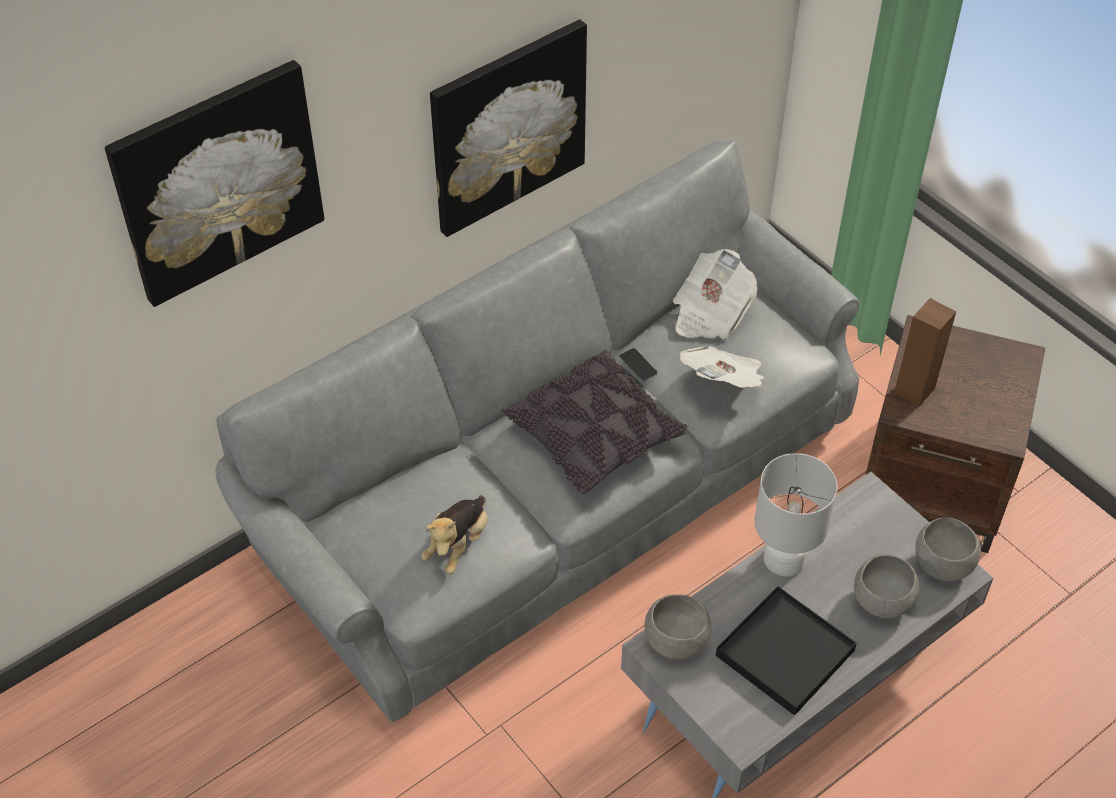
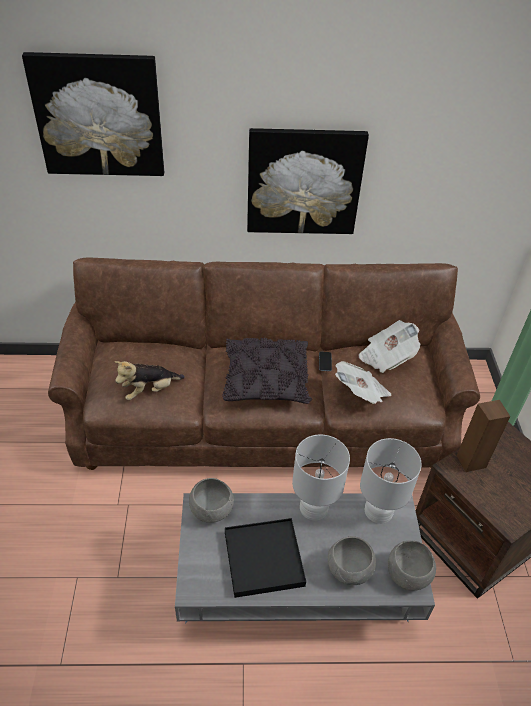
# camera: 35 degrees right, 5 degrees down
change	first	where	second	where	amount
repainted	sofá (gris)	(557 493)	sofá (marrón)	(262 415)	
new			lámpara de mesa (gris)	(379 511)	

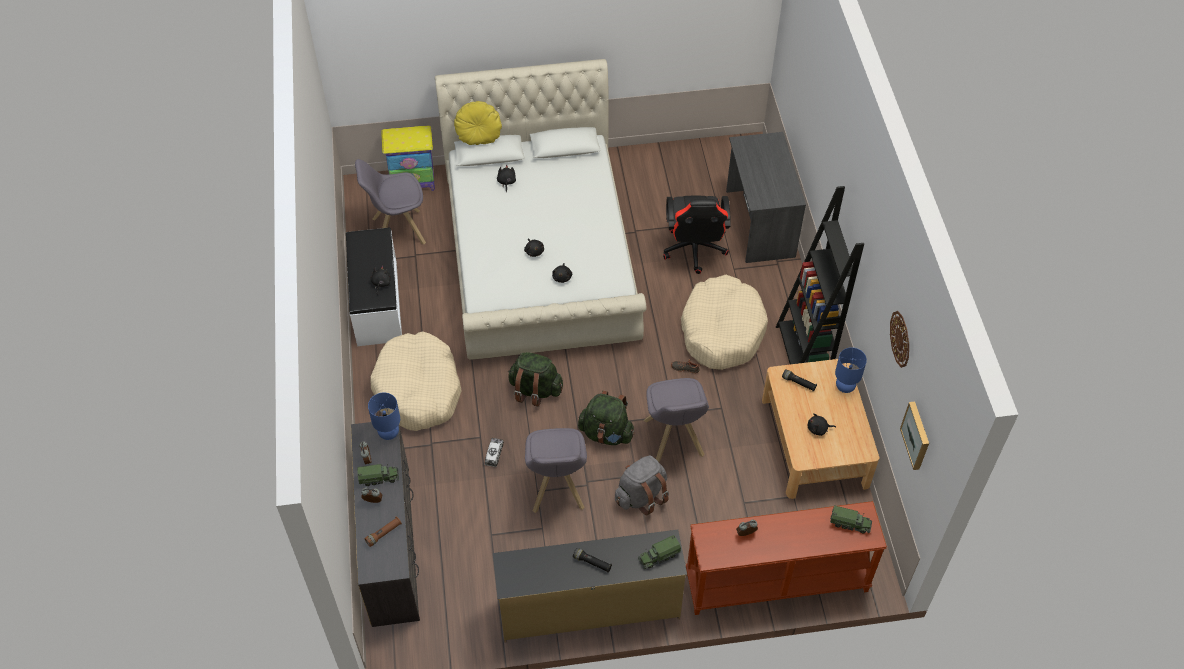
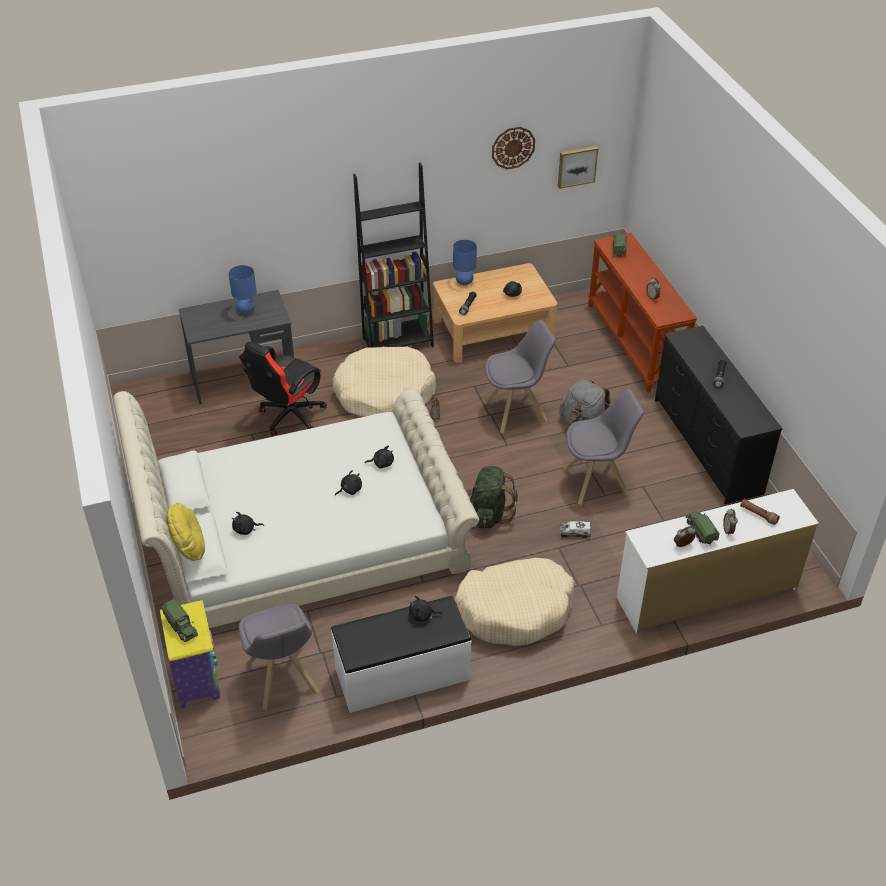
# camera: 100 degrees left, 10 degrees down
change	first	where	second	where	amount
shifted	camión de juguete	(659 556)		(181 626)	
shifted	lámpara de mesa (azul)	(389 433)		(246 310)	
rotated	silla de oficina (negro)	(693 253)		(288 419)	135 degrees clockwise
repainted	cómoda (negro)	(392 545)	cómoda (blanco)	(706 593)	
gone	mochila (verde)	(606 433)			

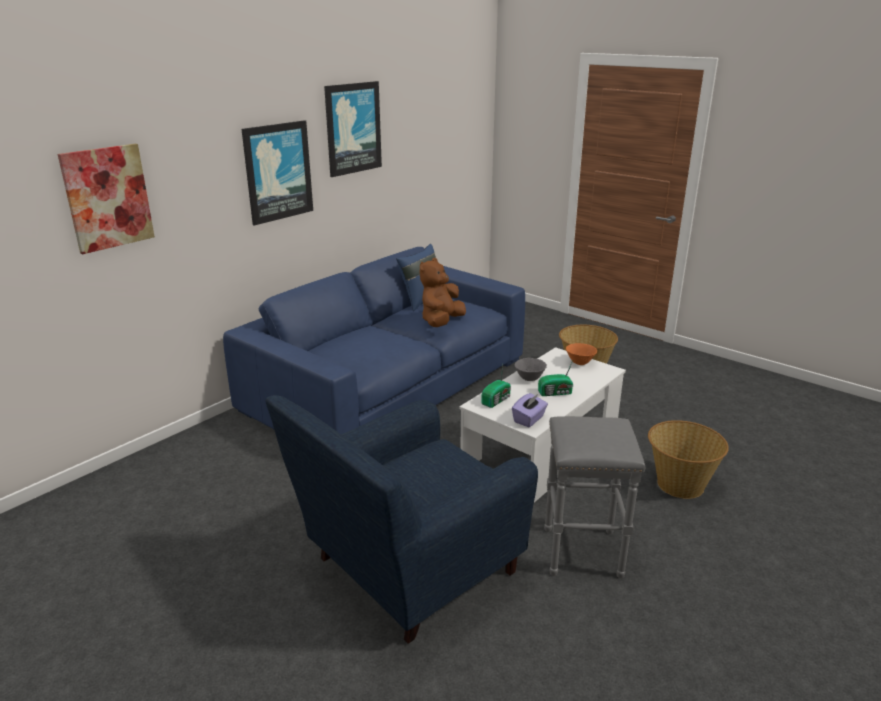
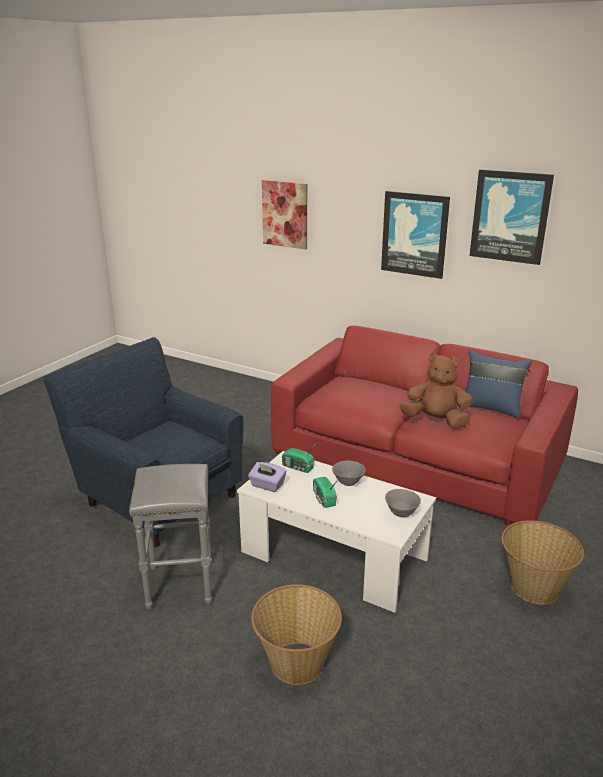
# camera: 80 degrees right, 0 degrees up
change	first	where	second	where	amount
repainted	sofá (azul)	(387 384)	sofá (rojo)	(417 455)	
repainted	cuenco (naranja)	(580 363)	cuenco (gris)	(401 513)	

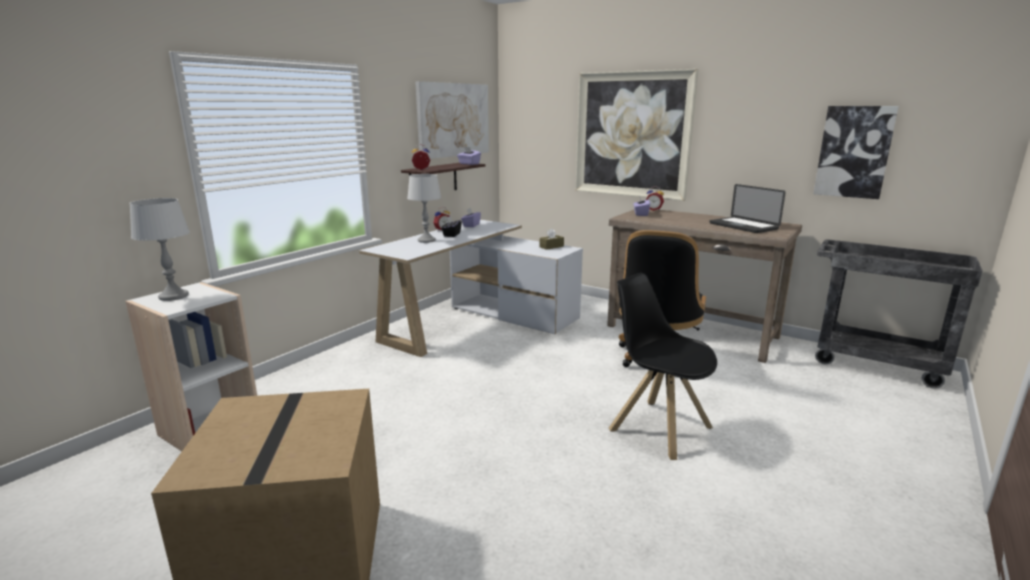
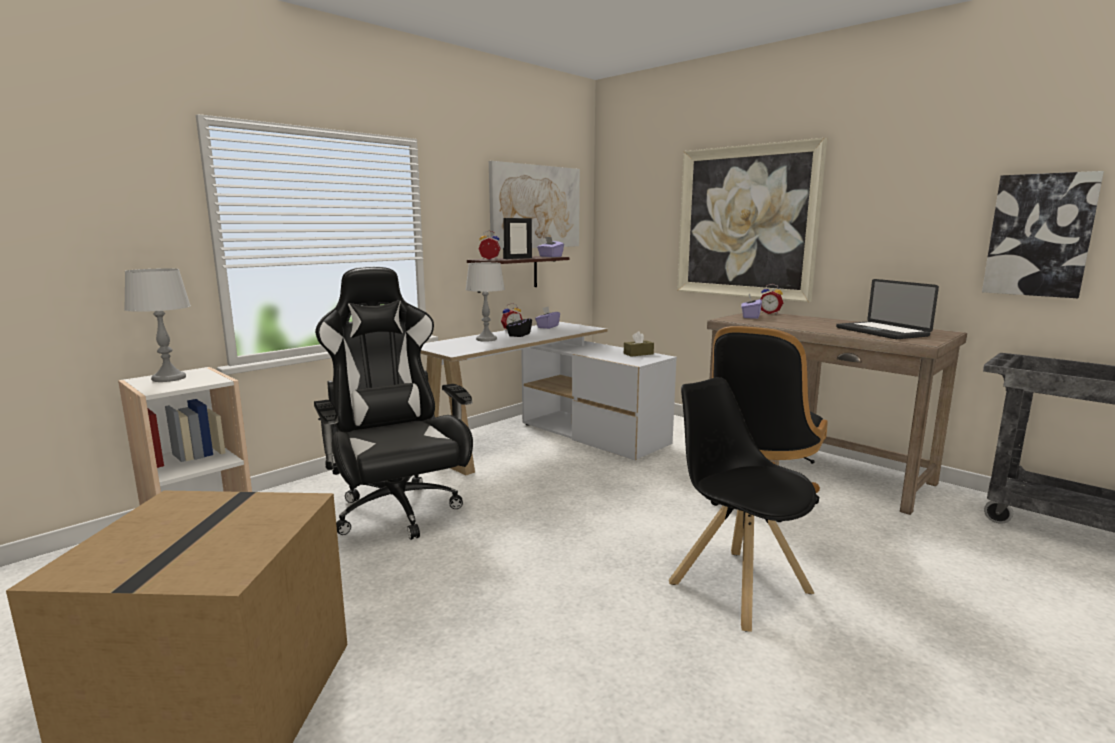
# camera: 10 degrees right, 5 degrees down
change	first	where	second	where	amount
new			silla de oficina (negro)	(400 515)	
new			portarretratos	(517 258)	

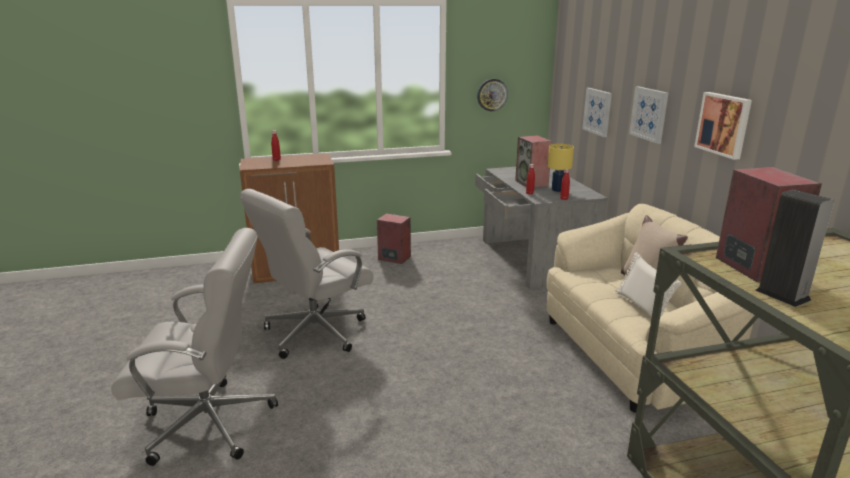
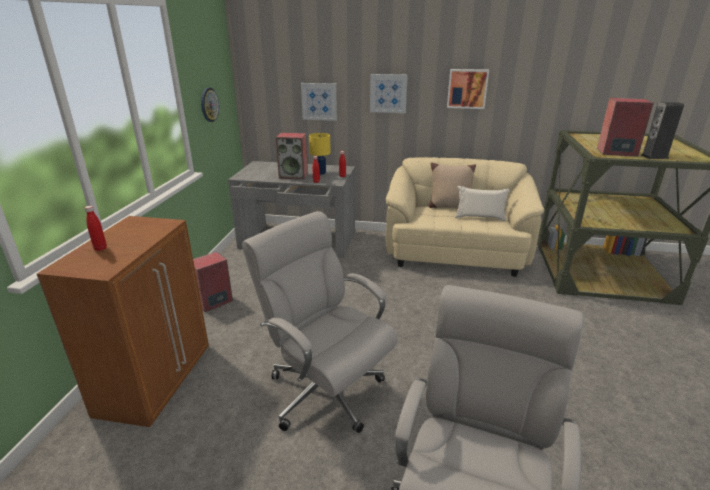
# camera: 65 degrees left, 5 degrees up
change	first	where	second	where	amount
rotated	silla de oficina (gris)	(316 332)		(326 392)	150 degrees clockwise

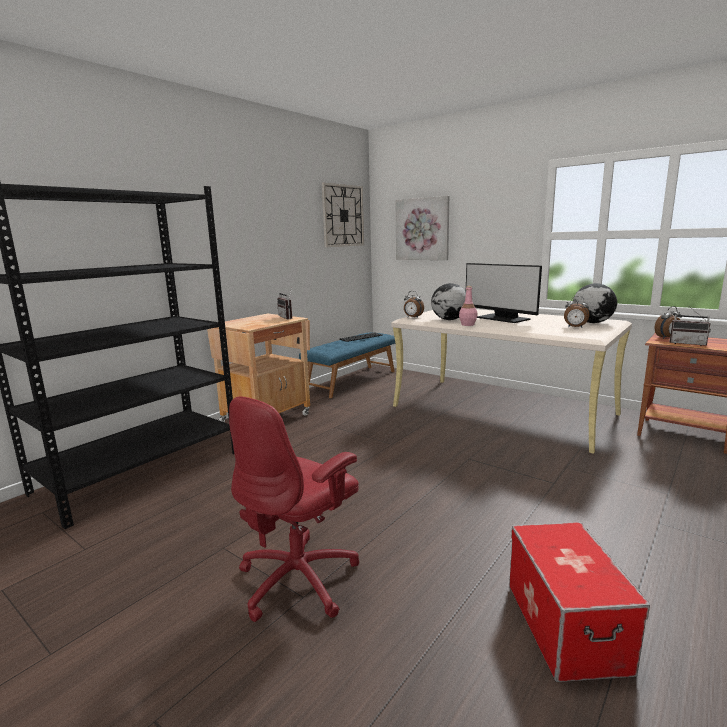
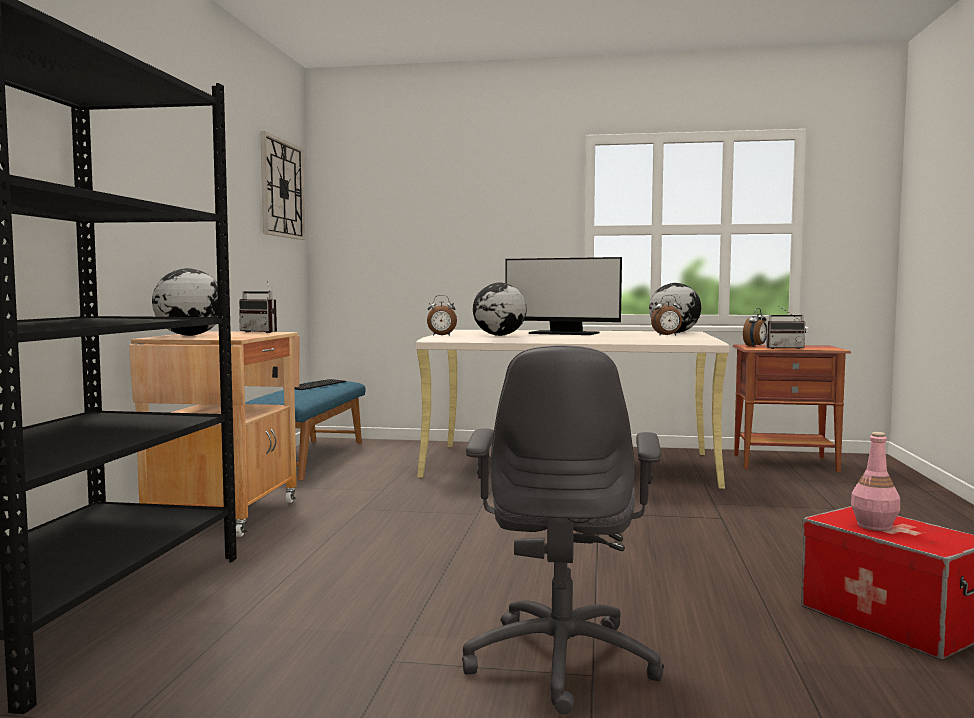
# camera: 30 degrees left, 10 degrees down
change	first	where	second	where	amount
new			globo terráqueo	(189 335)	
repainted	silla de oficina (rojo)	(300 579)	silla de oficina (gris)	(562 660)	
shifted	botella (rosa)	(467 324)		(873 526)	
gone	cuadro	(422 229)			

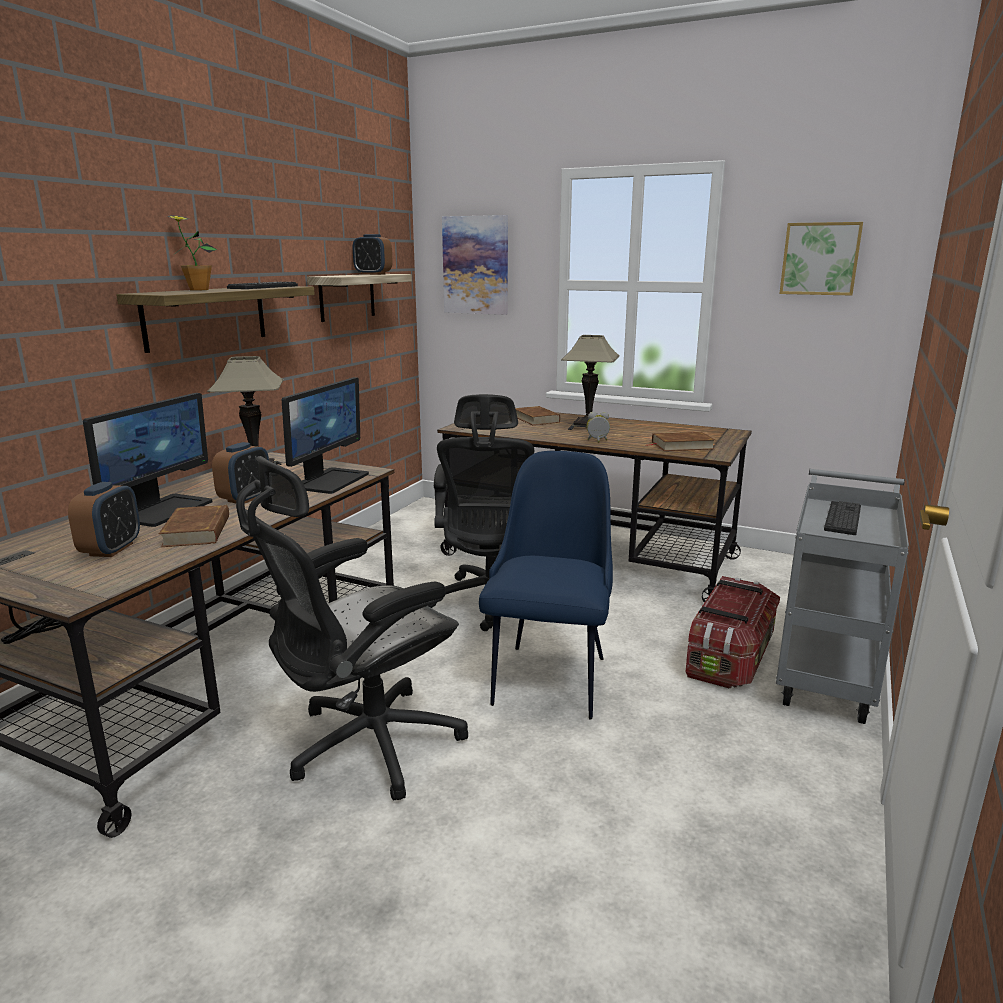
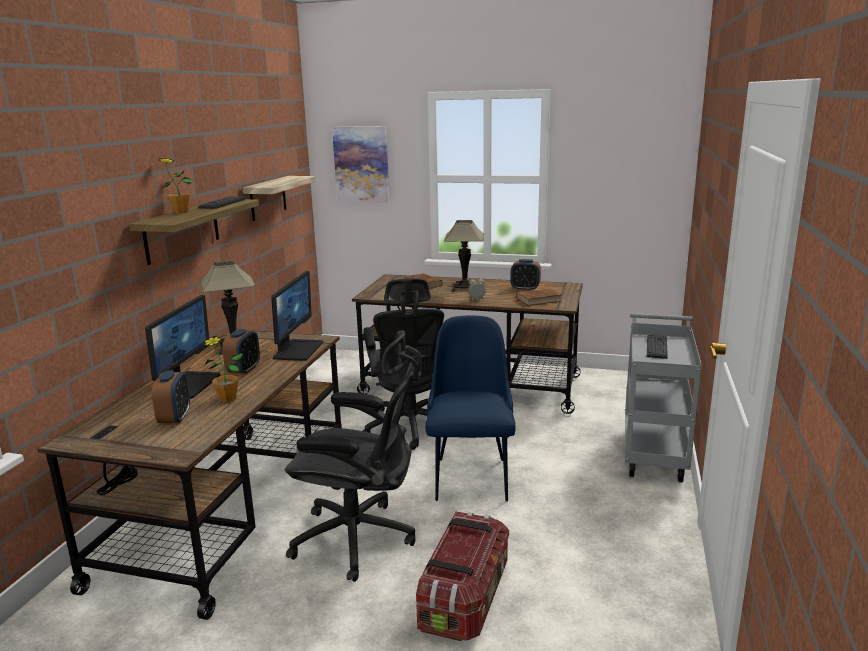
# camera: 10 degrees left, 0 degrees up
change	first	where	second	where	amount
swapped	libro (marrón)	(197 531)	planta en maceta	(228 399)	
rotated	silla de oficina	(366 747)		(359 539)	120 degrees counterclockwise
shifted	caja de almacenaje	(730 657)		(465 597)	
shifted	despertador	(373 274)		(525 289)	
gone	cuadro	(820 259)			

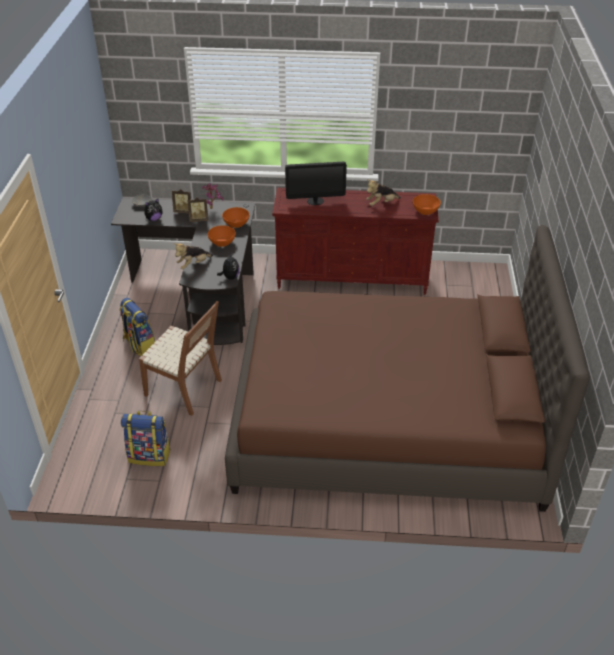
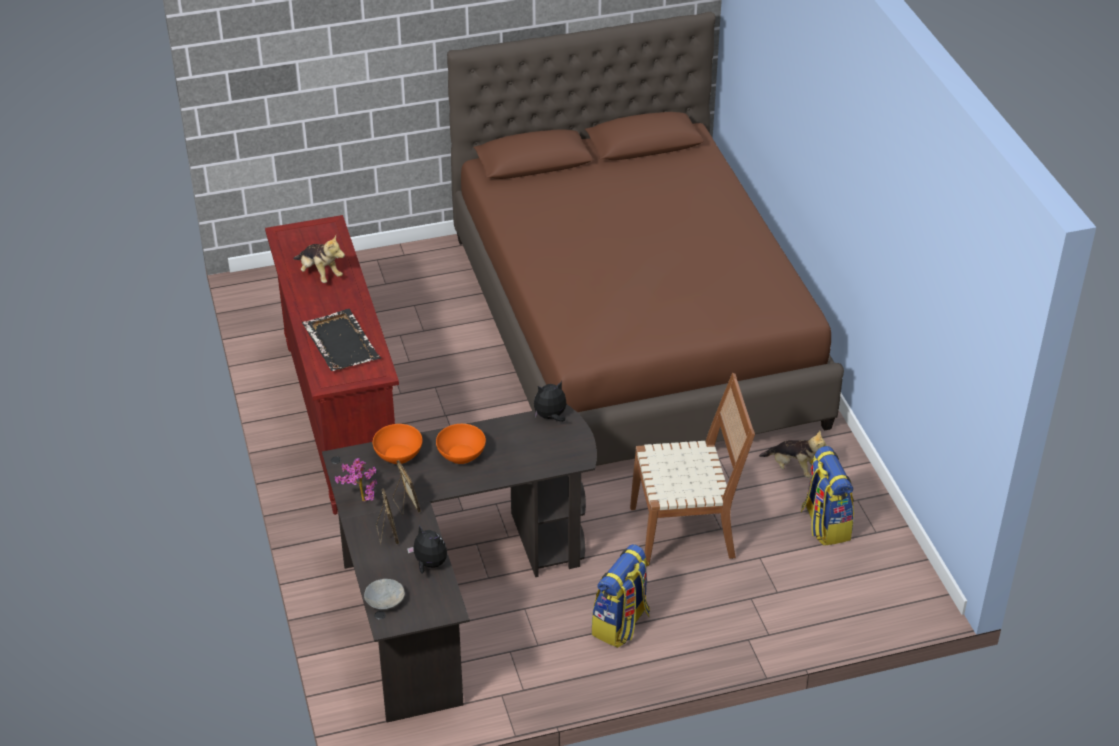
# camera: 110 degrees left, 0 degrees up
change	first	where	second	where	amount
swapped	monitor	(315 201)	bandeja (negro)	(341 342)	
rotated	silla	(186 390)		(687 532)	75 degrees clockwise
shifted	peluche	(193 264)		(793 468)	
gone	cuenco (naranja)	(425 210)			

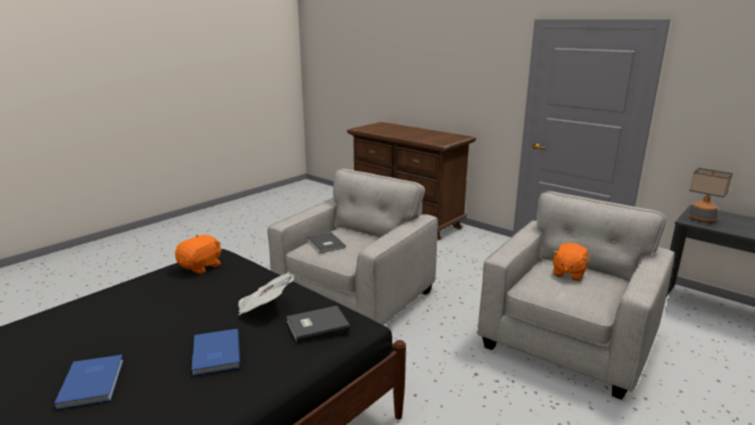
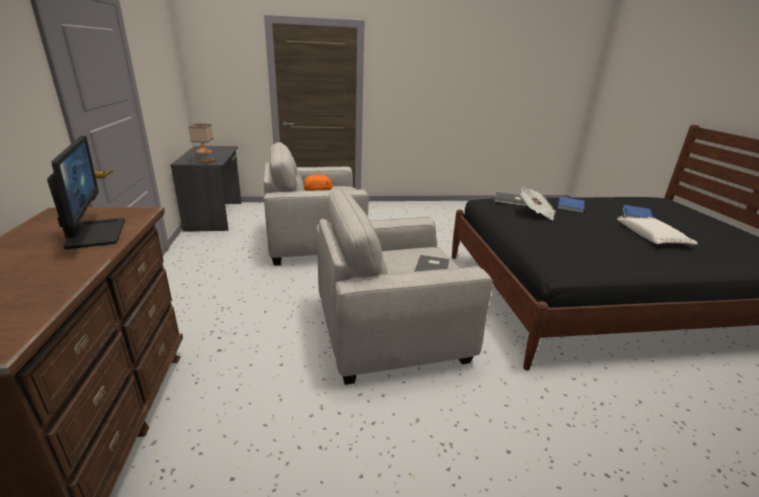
# camera: 140 degrees left, 5 degrees up
change	first	where	second	where	amount
new			monitor	(95 233)	
new			cojín (blanco)	(652 235)	
gone	peluche (naranja)	(201 267)			

